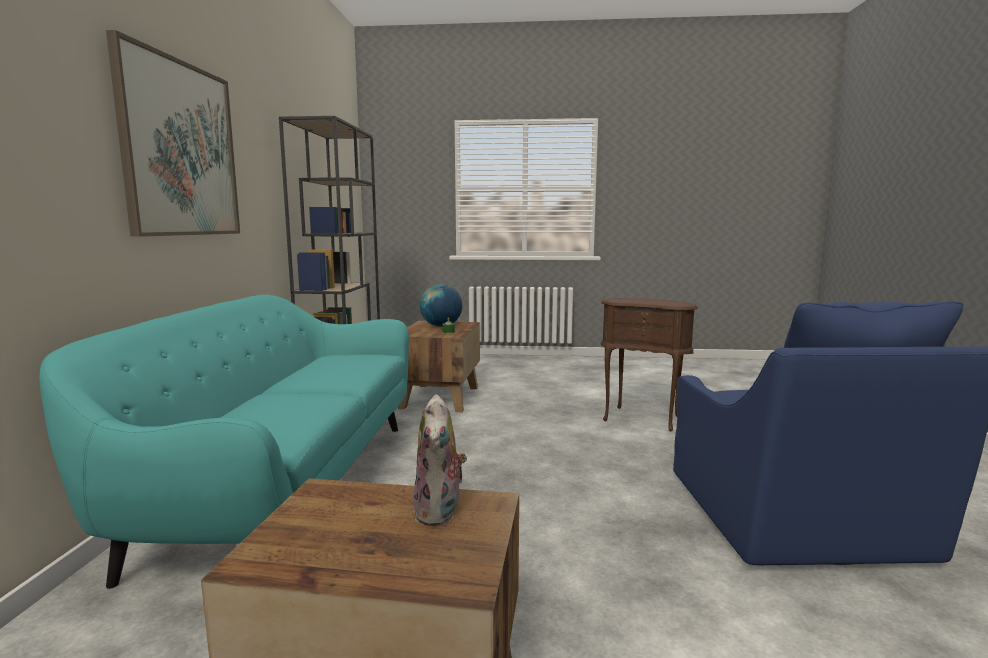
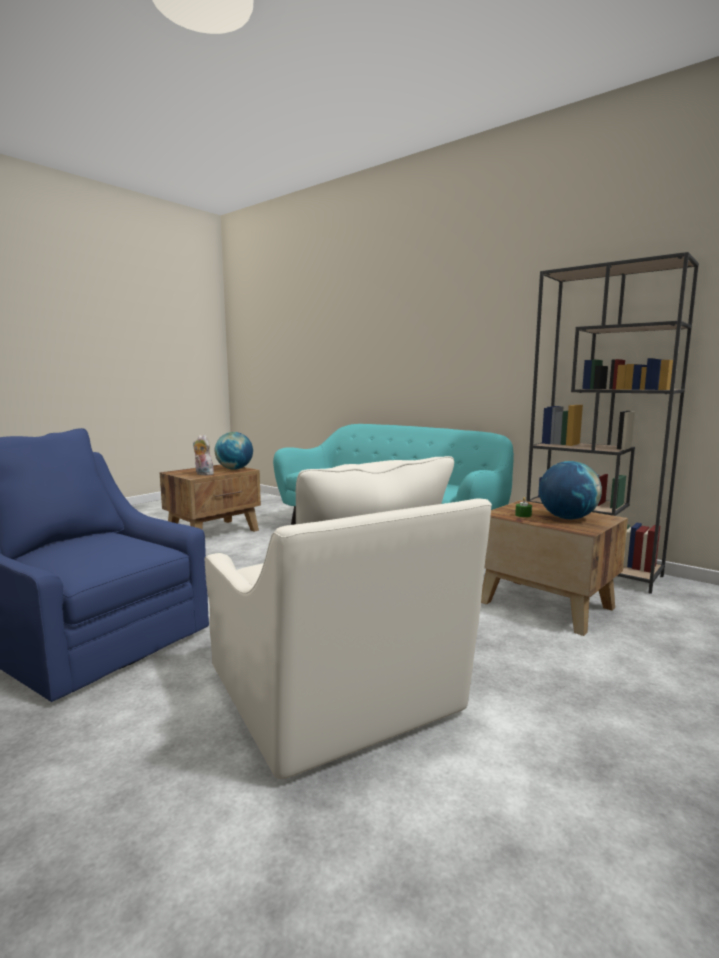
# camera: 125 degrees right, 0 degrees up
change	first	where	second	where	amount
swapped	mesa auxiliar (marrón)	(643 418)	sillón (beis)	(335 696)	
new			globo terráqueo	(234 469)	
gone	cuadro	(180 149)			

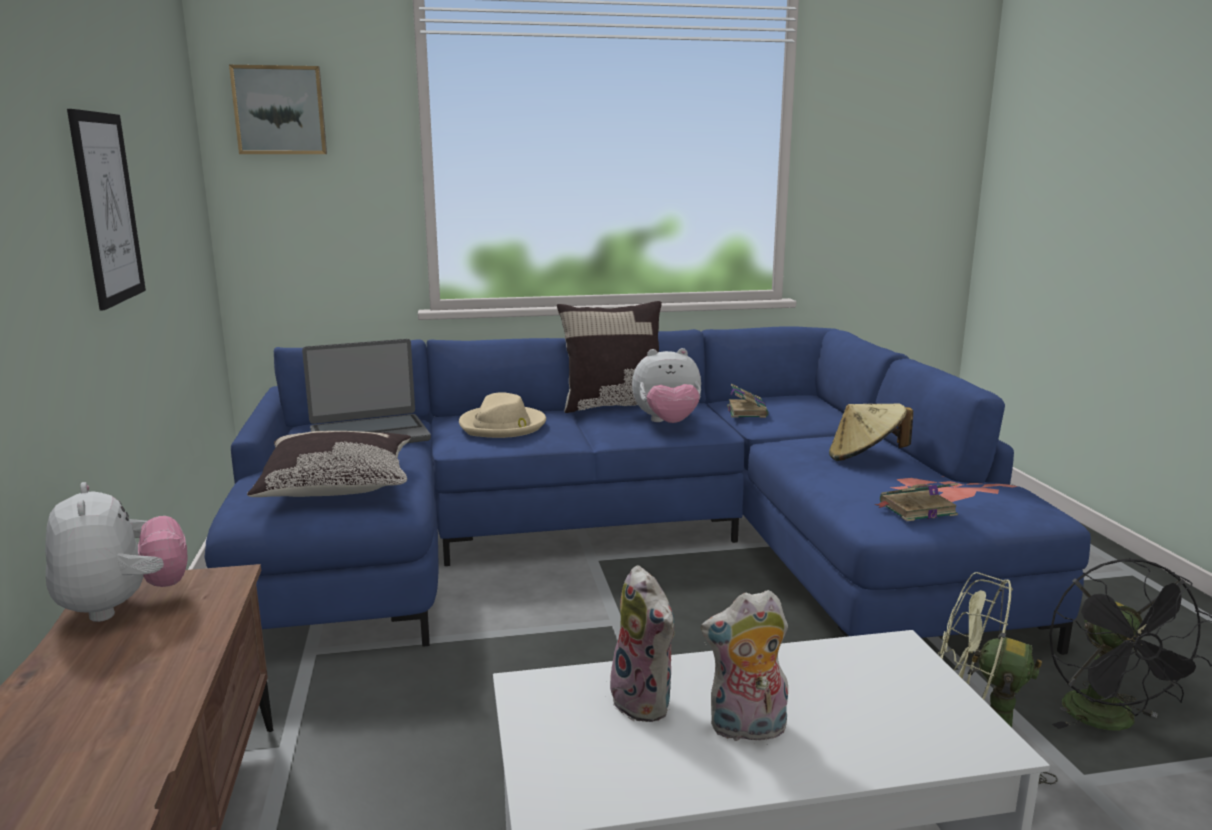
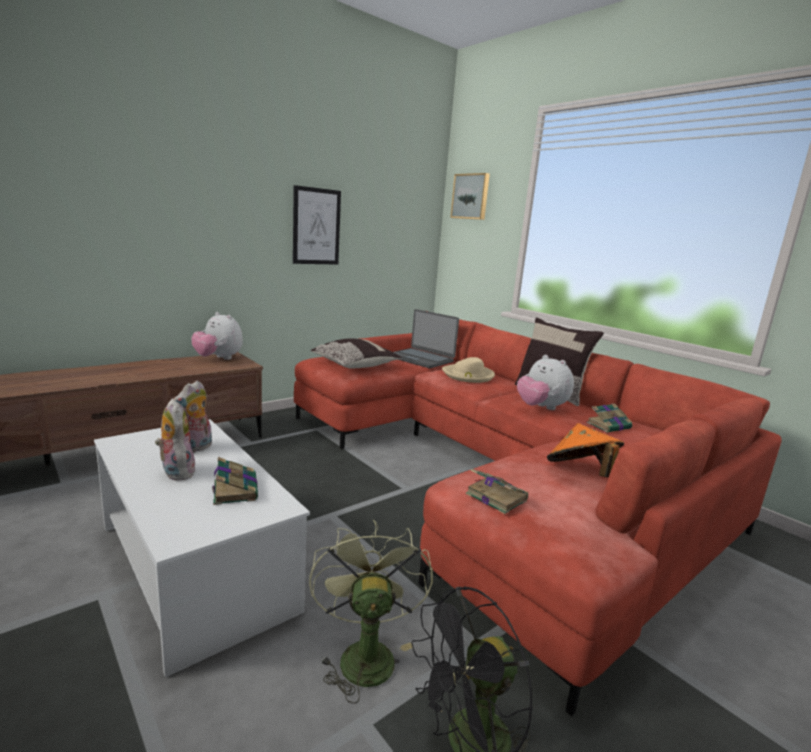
# camera: 60 degrees right, 0 degrees up
change	first	where	second	where	amount
rotated	peluche	(123 606)		(218 358)	90 degrees clockwise
new			libro	(235 489)	
repainted	sofá (azul)	(622 545)	sofá (rojo)	(495 473)	
repainted	sombrero (beis)	(865 458)	sombrero (naranja)	(580 472)	

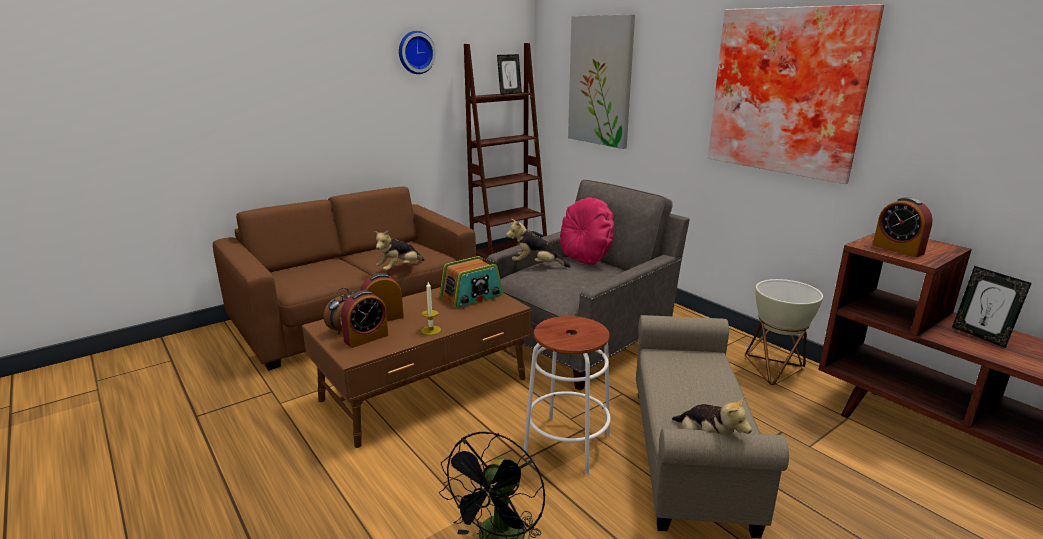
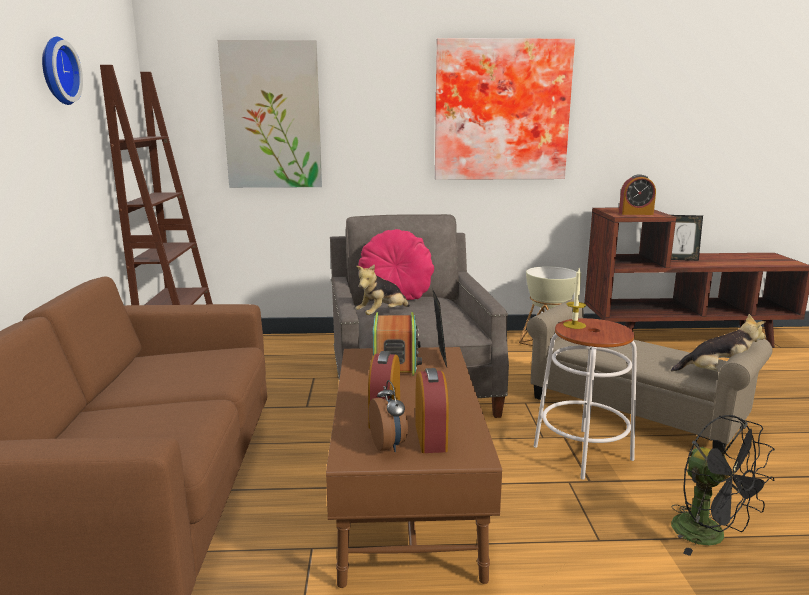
# camera: 55 degrees left, 5 degrees down
change	first	where	second	where	amount
shifted	portarretratos	(509 93)		(439 359)	
shifted	vela	(431 330)		(574 325)	
gone	peluche	(399 269)			

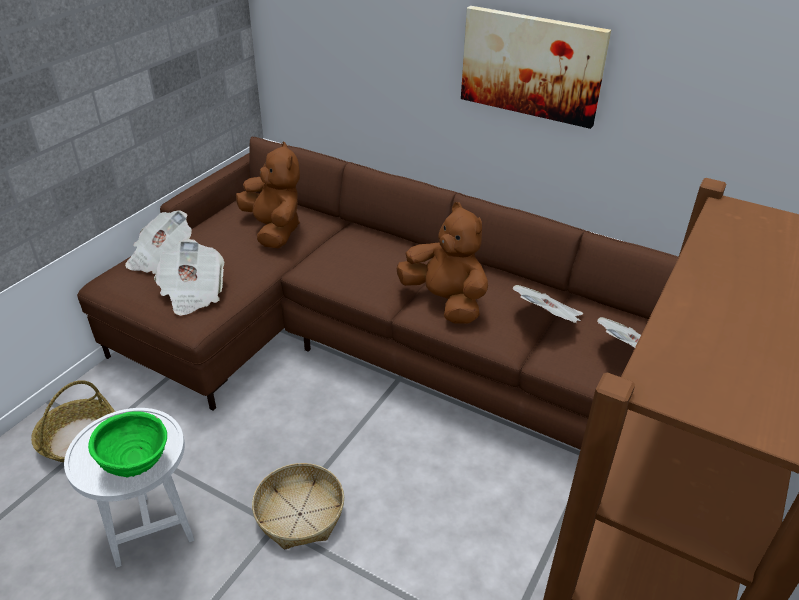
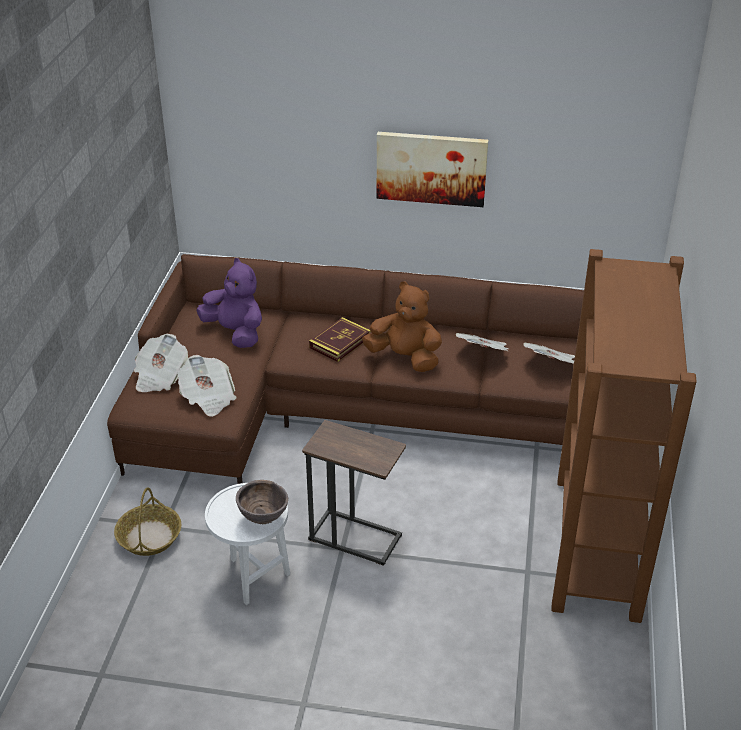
# camera: 20 degrees left, 0 degrees up
change	first	where	second	where	amount
repainted	peluche (marrón)	(274 230)	peluche (morado)	(235 333)	
repainted	cuenco (verde)	(136 465)	cuenco (marrón)	(263 518)	
swapped	cesta	(299 514)	mesa auxiliar (marrón)	(354 537)	
new			libro	(340 342)	

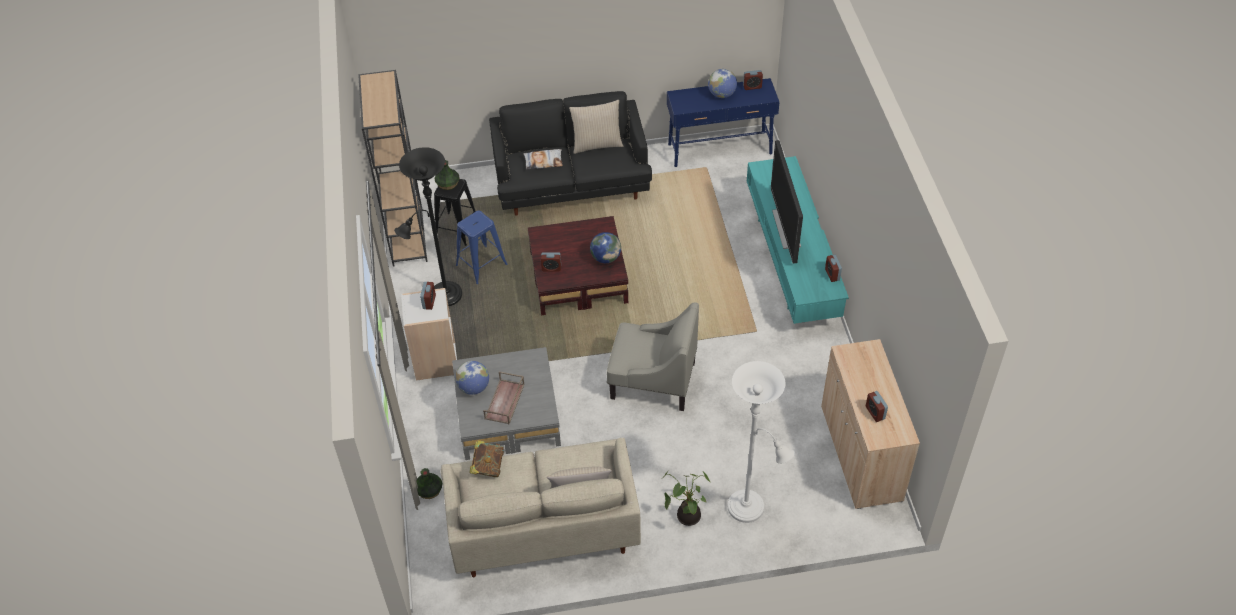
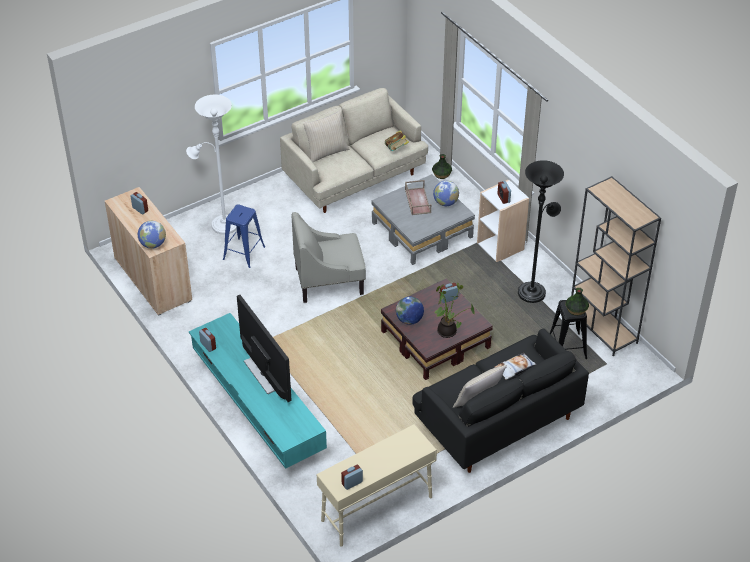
# camera: 155 degrees right, 5 degrees down
change	first	where	second	where	amount
shifted	globo terráqueo	(721 94)		(153 244)	
shifted	taburete (azul)	(481 265)		(244 253)	
repainted	mesa consola (azul)	(720 150)	mesa consola (beis)	(376 508)	
shifted	planta en maceta	(686 515)		(448 331)	

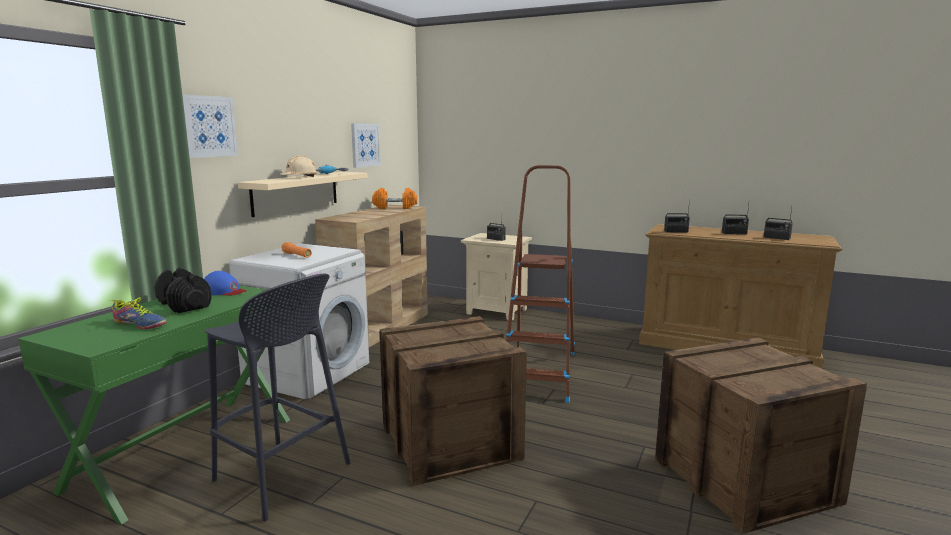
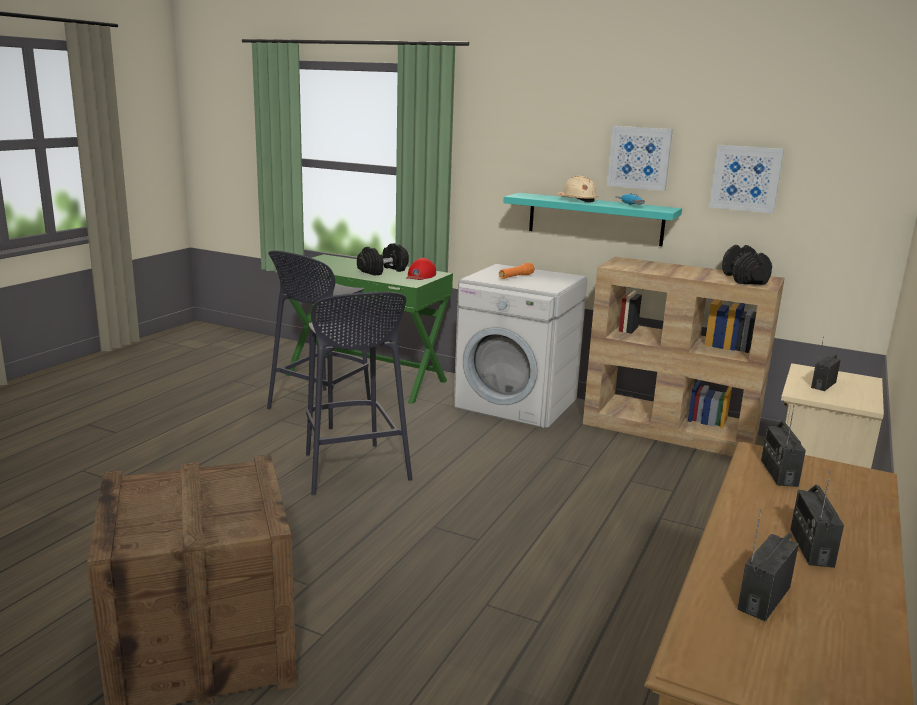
# camera: 90 degrees right, 5 degrees up
change	first	where	second	where	amount
swapped	caja de embalaje	(451 443)	taburete (gris)	(352 469)	
repainted	gorra (azul)	(223 291)	gorra (rojo)	(420 275)	
repainted	estante (beis)	(296 192)	estante (turquesa)	(595 219)	
shifted	cuadro	(208 126)		(639 158)	
repainted	mancuerna (naranja)	(395 208)	mancuerna (negro)	(744 279)	
gone	zapato	(140 324)			
gone	escalera de tijera (marrón)	(540 373)			

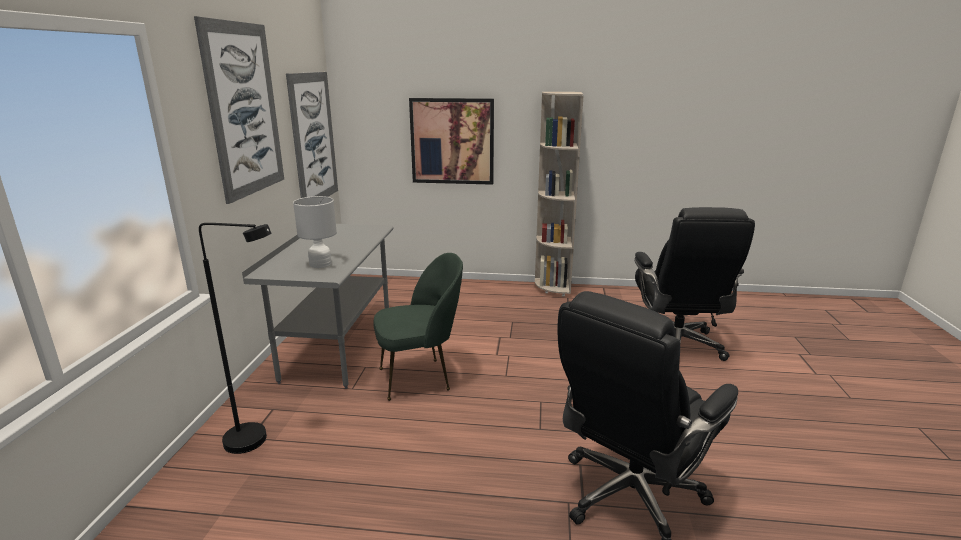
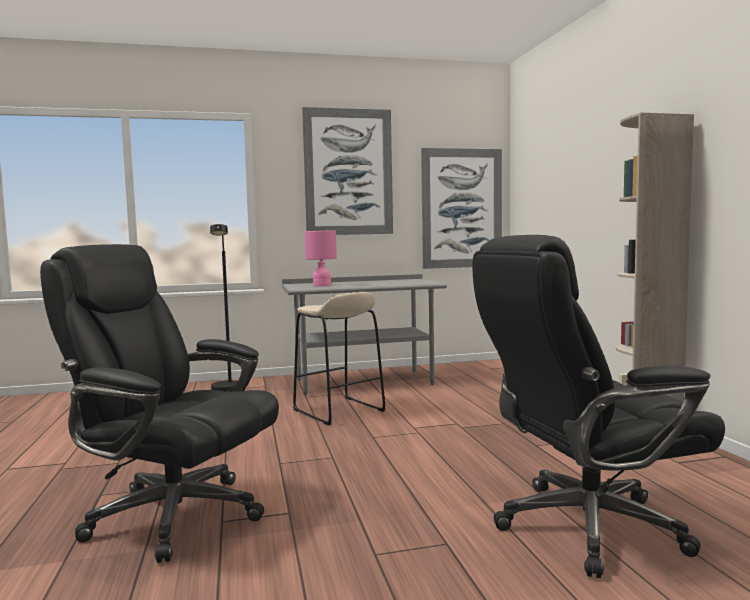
# camera: 70 degrees right, 15 degrees down
change	first	where	second	where	amount
swapped	silla (verde)	(421 378)	taburete (beis)	(338 411)	
repainted	lámpara de mesa (gris)	(321 264)	lámpara de mesa (rosa)	(322 285)	
gone	cuadro	(452 141)			

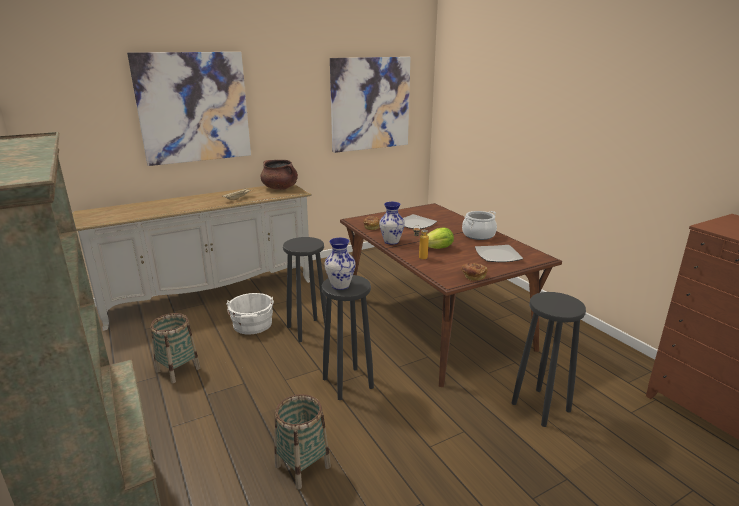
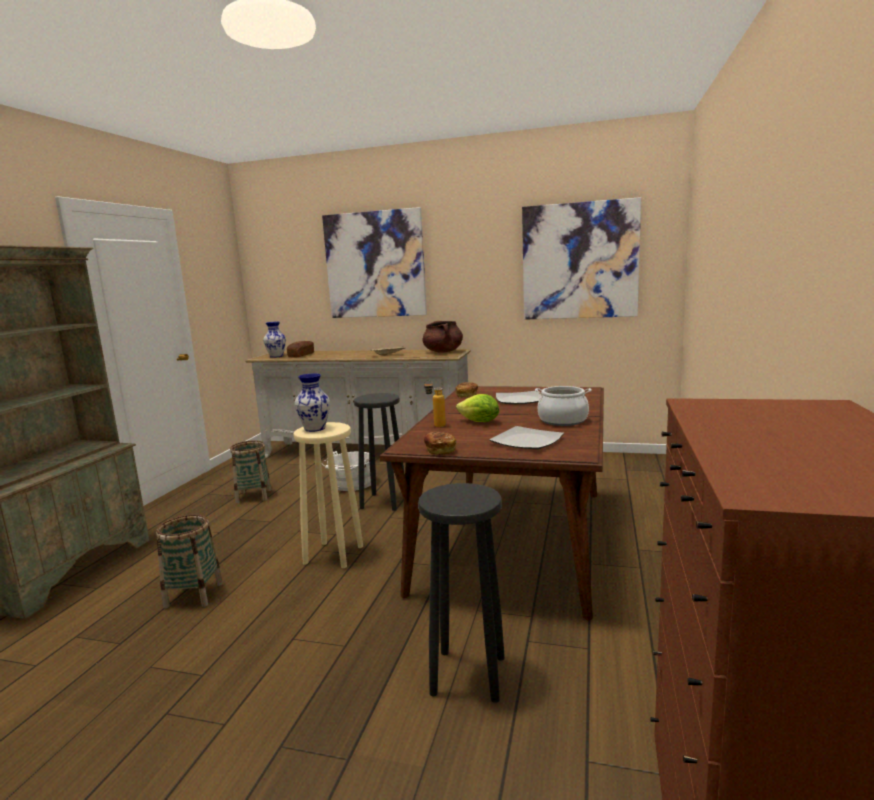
# camera: 45 degrees right, 10 degrees down
change	first	where	second	where	amount
shifted	florero	(391 242)		(276 356)	
new			pan	(301 355)	
repainted	taburete (negro)	(347 382)	taburete (beis)	(334 554)	

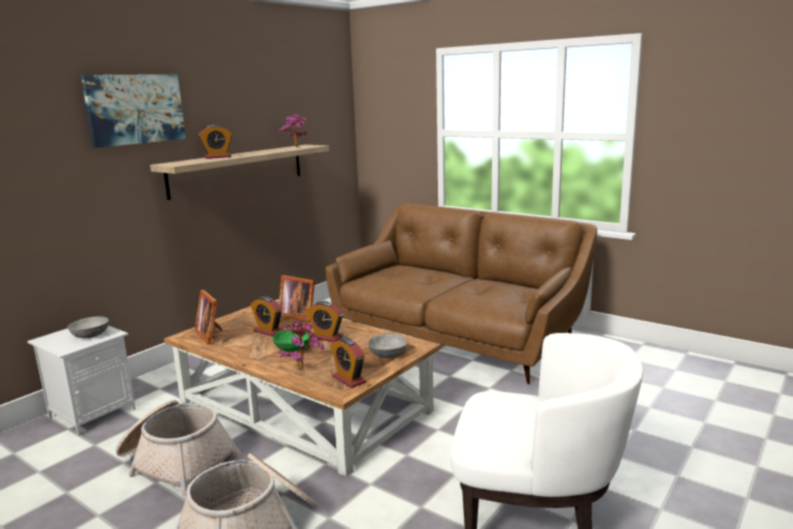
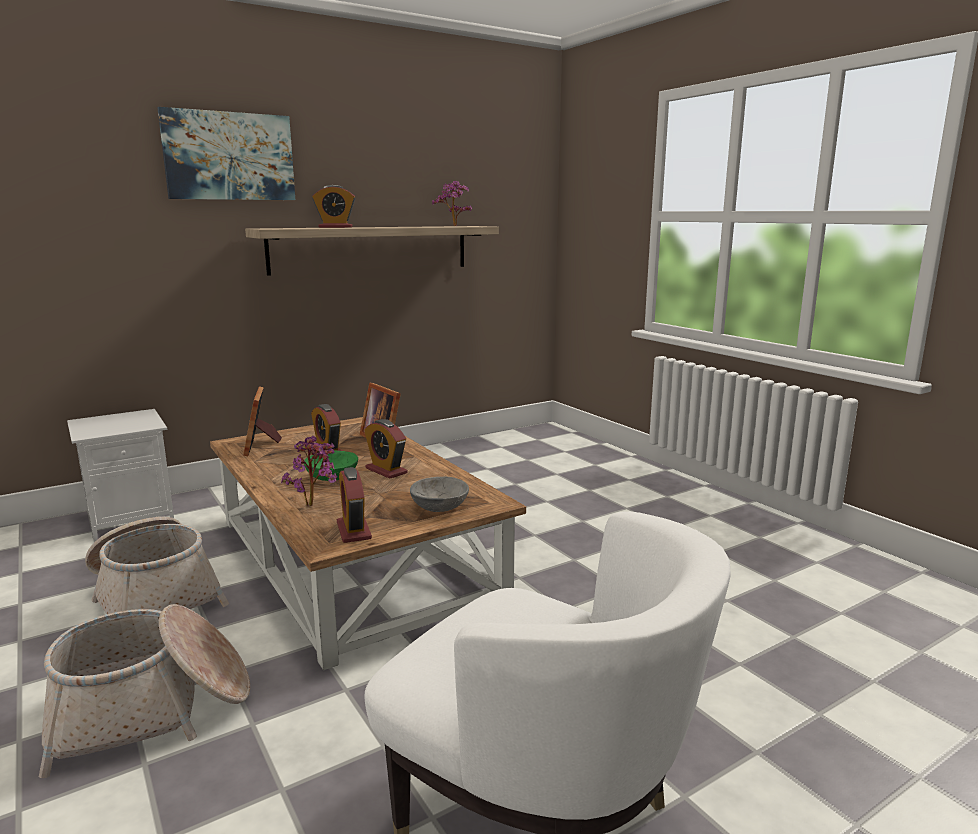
# camera: 20 degrees right, 0 degrees up
change	first	where	second	where	amount
gone	cuenco (gris)	(91 335)			
gone	sofá (marrón)	(459 339)			

